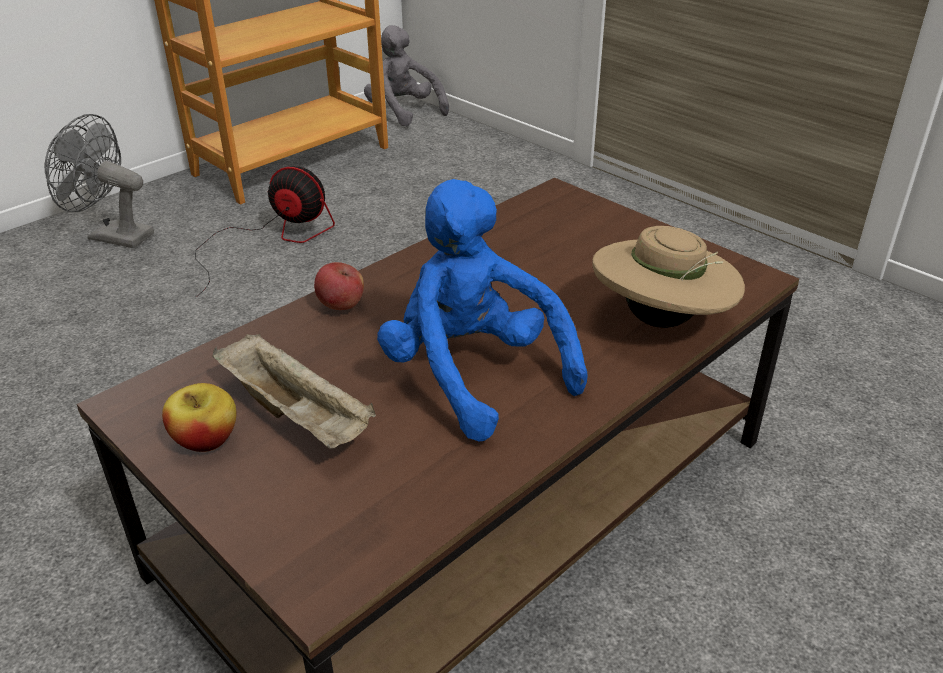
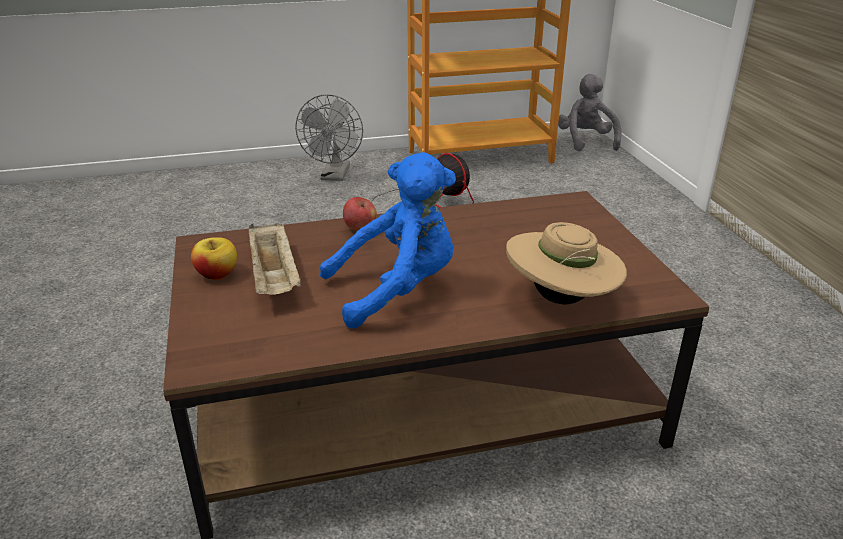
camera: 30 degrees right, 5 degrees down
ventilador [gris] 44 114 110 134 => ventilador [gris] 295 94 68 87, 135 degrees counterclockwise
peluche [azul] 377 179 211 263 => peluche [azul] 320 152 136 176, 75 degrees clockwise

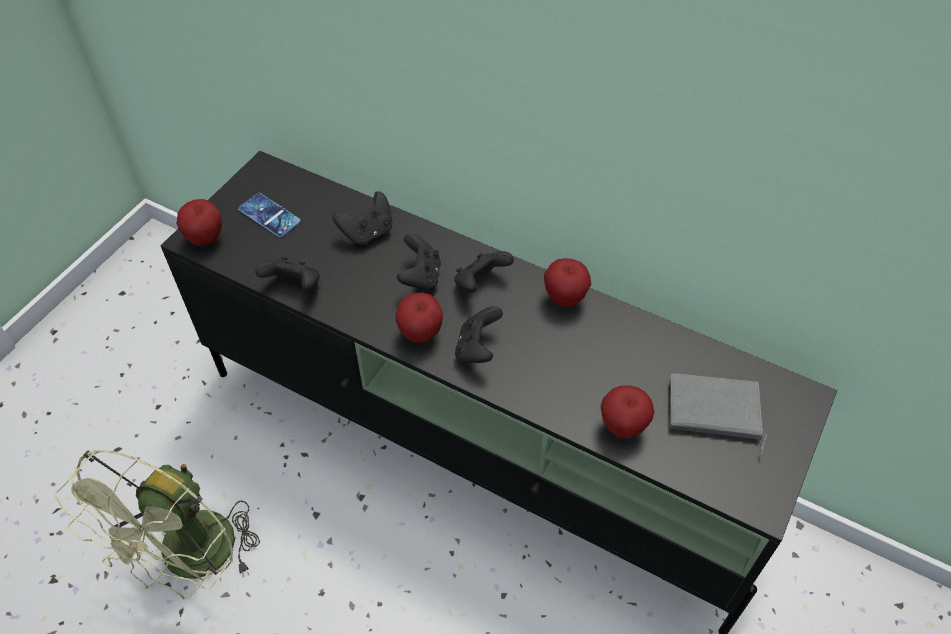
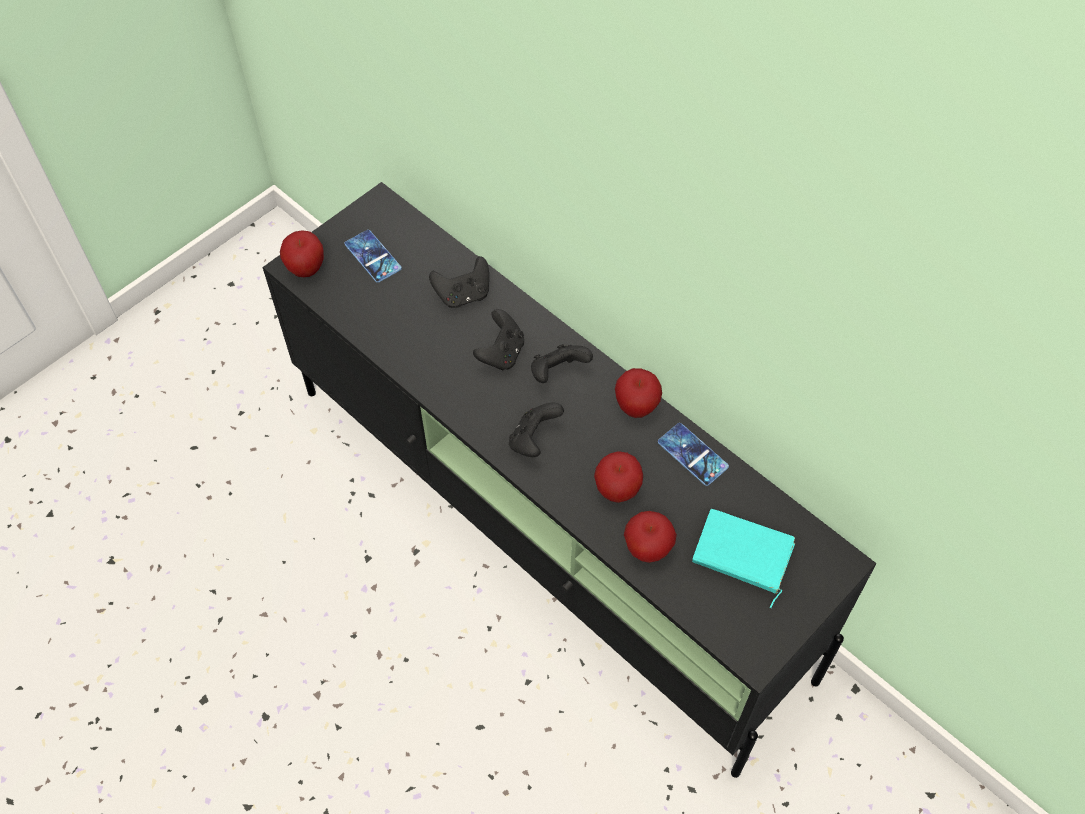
camera: 15 degrees right, 5 degrees up
ventilador [verde] 55 450 205 149 => nothing
mando de consola [negro] 255 257 65 34 => nothing
nothing => móvil 658 423 71 63
manzana 396 293 47 50 => manzana 594 451 49 52, moved
libro [gris] 669 373 98 81 => libro [turquesa] 692 509 103 99

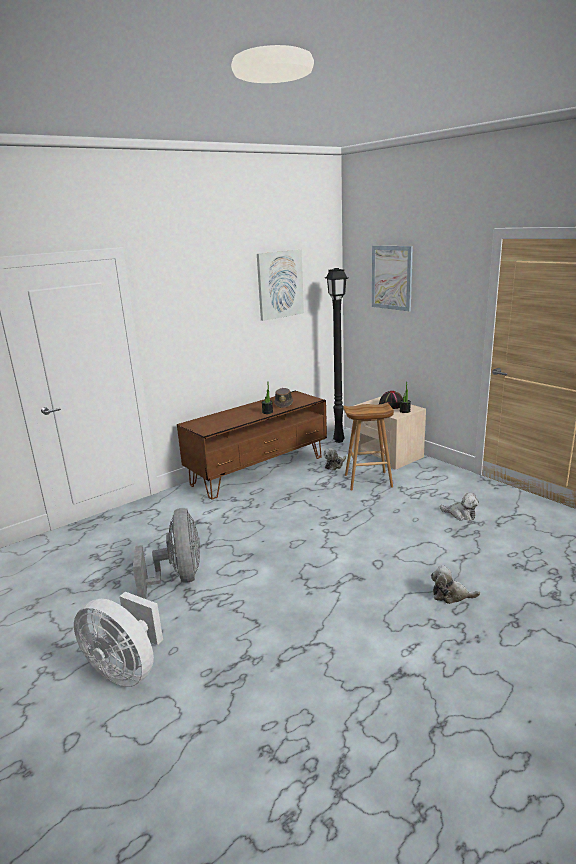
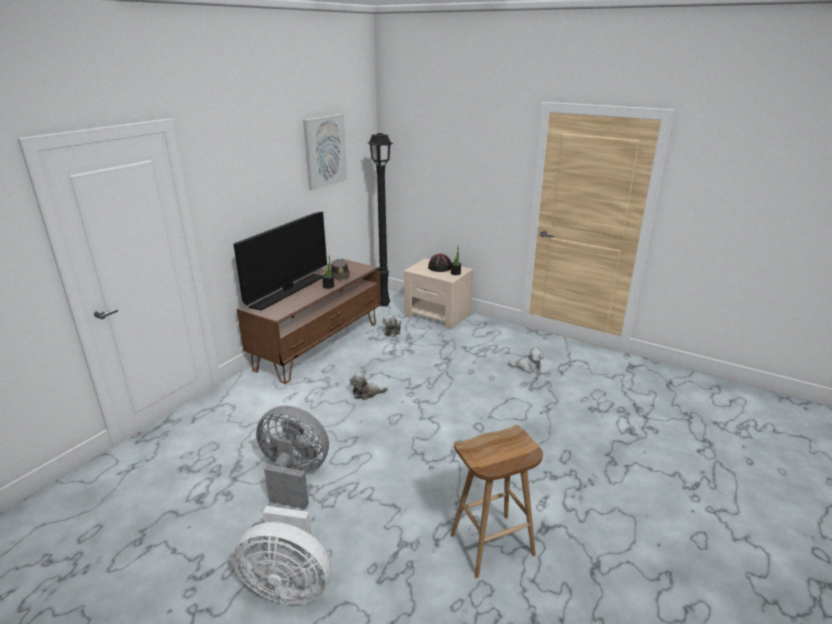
camera: 20 degrees left, 5 degrees up
cuadro 372 246 41 65 => nothing
nothing => televisor 234 212 93 99
taburete [marrón] 343 403 51 87 => taburete [marrón] 451 425 92 153, moved
peluche 431 565 49 39 => peluche 350 372 38 28, moved
ventilador [gris] 133 508 67 91 => ventilador [gris] 256 406 73 103, 45 degrees counterclockwise

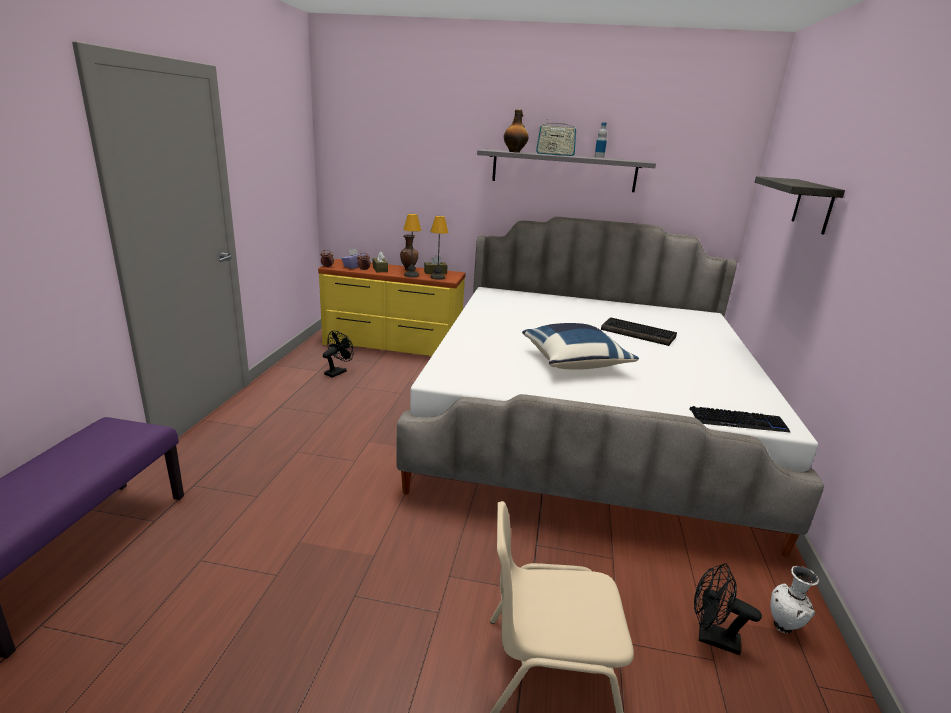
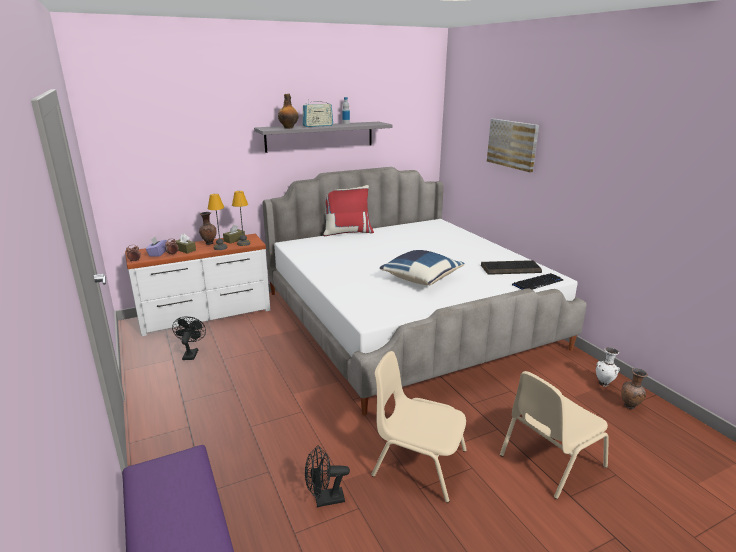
camera: 35 degrees left, 0 degrees up
nothing => cojín [rojo] 323 185 51 52
nothing => silla [beis] 371 351 96 152
nothing => florero [marrón] 621 368 27 41
teclado 601 317 76 29 => teclado 481 260 61 15, moved
ventilador [negro] 694 563 68 92 => ventilador [negro] 305 445 45 62, moved
estante 755 176 90 59 => cuadro 487 119 52 54
cómoda [amarillo] 318 259 148 97 => cómoda [blanco] 125 234 145 102

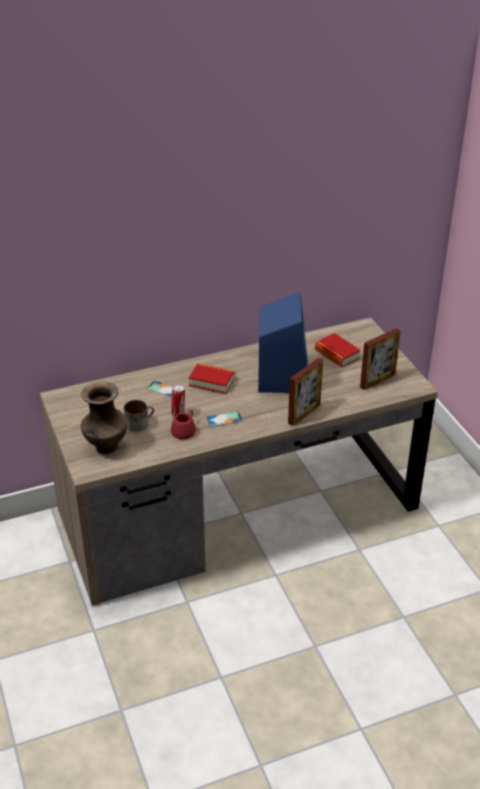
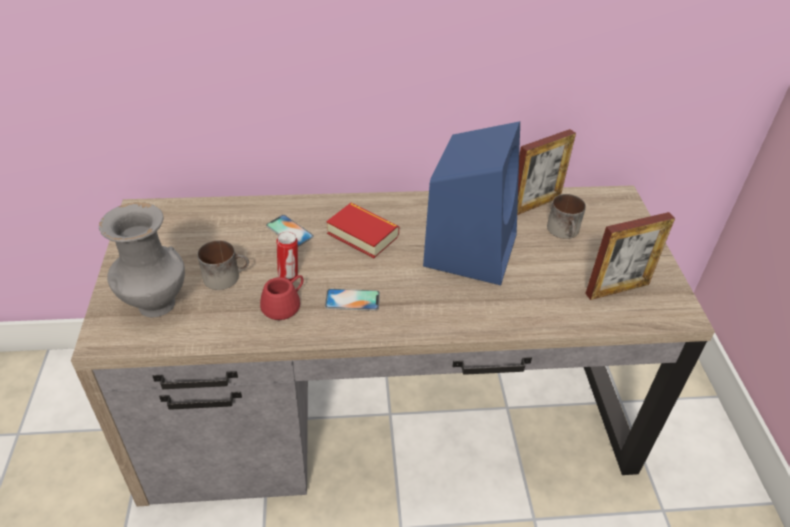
camera: 15 degrees right, 5 degrees up
portarretratos 288 358 35 68 => portarretratos 517 129 59 86, moved
libro 315 333 46 34 => taza grande 547 194 39 45
florero [marrón] 81 381 46 73 => florero [gris] 99 202 86 115

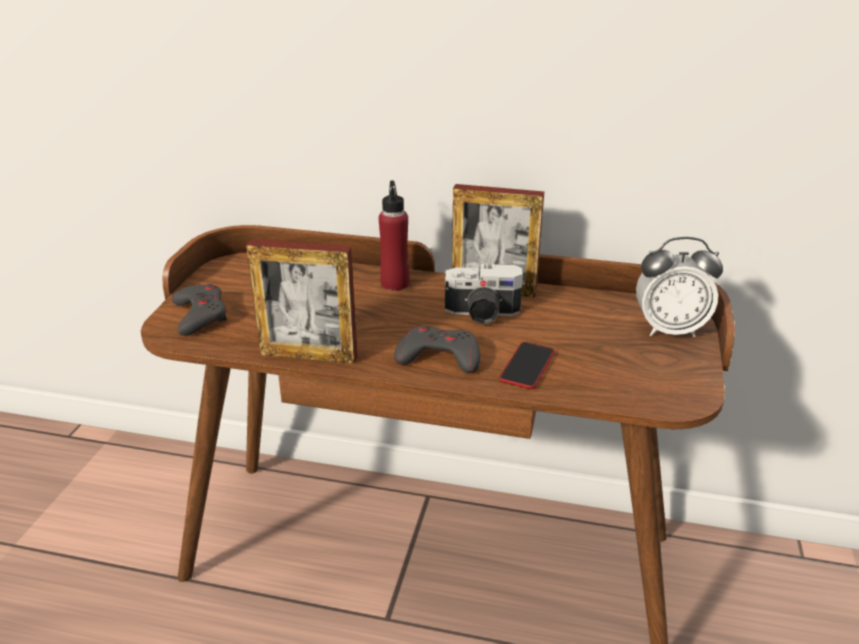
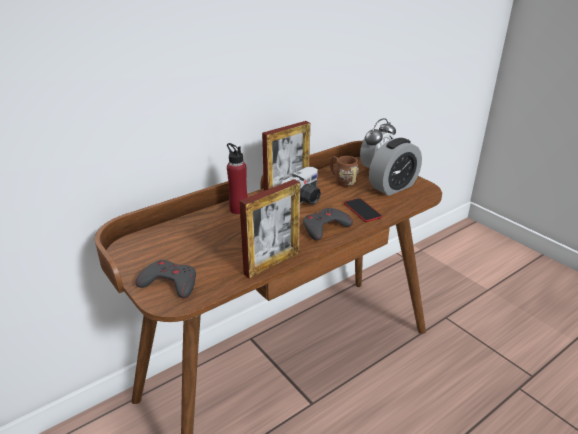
camera: 50 degrees left, 0 degrees up
nothing => taza grande [marrón] 330 156 29 31
nothing => despertador 369 138 53 58

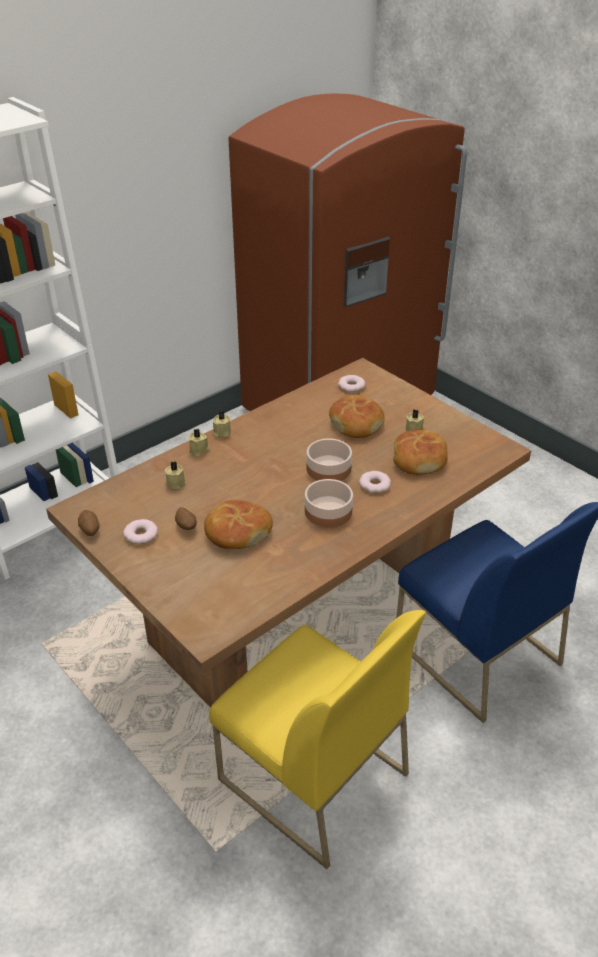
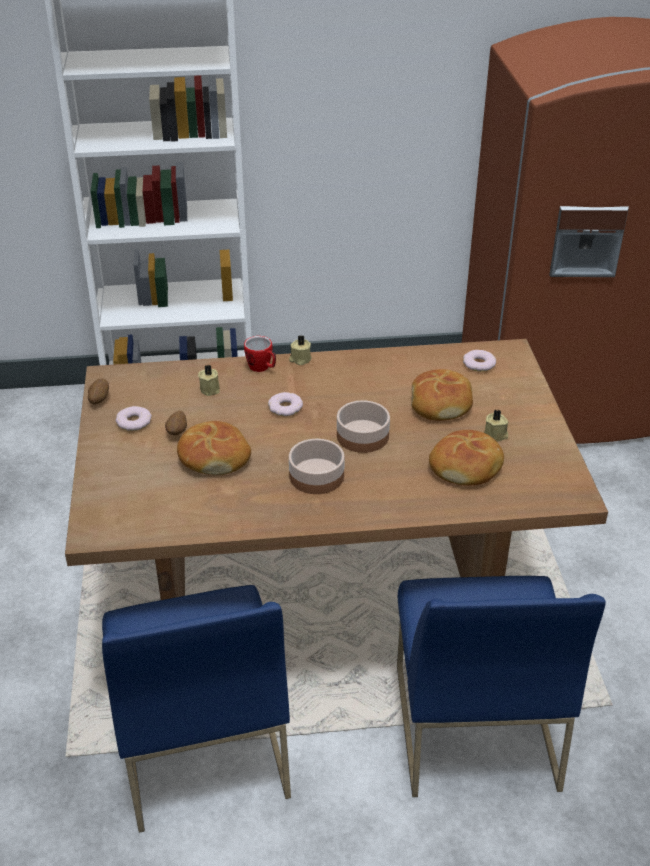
camera: 35 degrees right, 0 degrees up
rosquilla 359 471 32 22 => rosquilla 268 392 35 24, moved
vela [beis] 189 428 21 28 => taza grande 244 336 32 36
silla [amarillo] 209 610 217 259 => silla [azul] 102 585 189 248

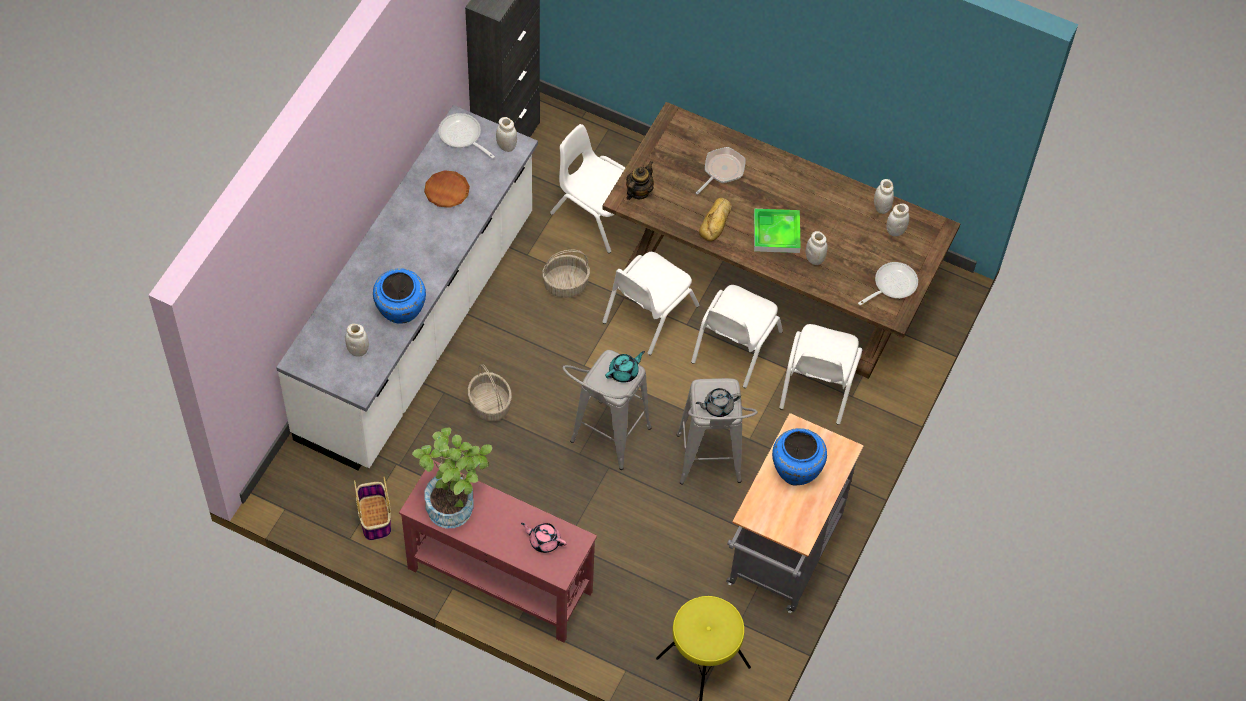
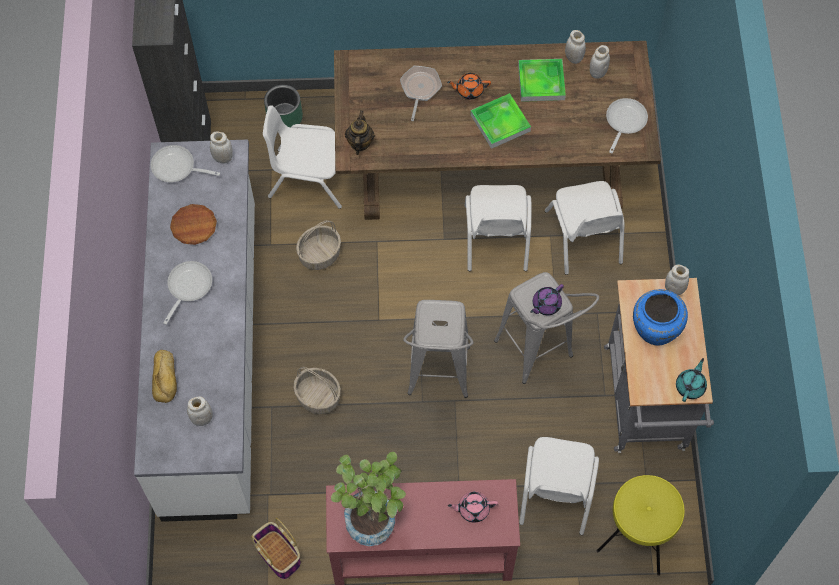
camera: 25 degrees left, 5 degrees up
florero [azul] 373 268 53 56 => nothing
nothing => sartén 163 261 49 63
nothing => maceta [verde] 264 85 39 43
nothing => tetera [naranja] 447 73 44 26
nothing => bandeja 518 59 48 43
silla [blanco] 602 252 97 103 => silla [blanco] 519 437 80 98, moved
tetera [turquesa] 605 351 40 32 => tetera [turquesa] 676 358 31 44, moved
pan 699 198 33 43 => pan 152 350 25 53, moved
tarro [blanco] 806 231 22 34 => tarro [blanco] 665 265 24 30, moved
tetera [gris] 696 388 45 29 => tetera [morado] 530 284 34 31

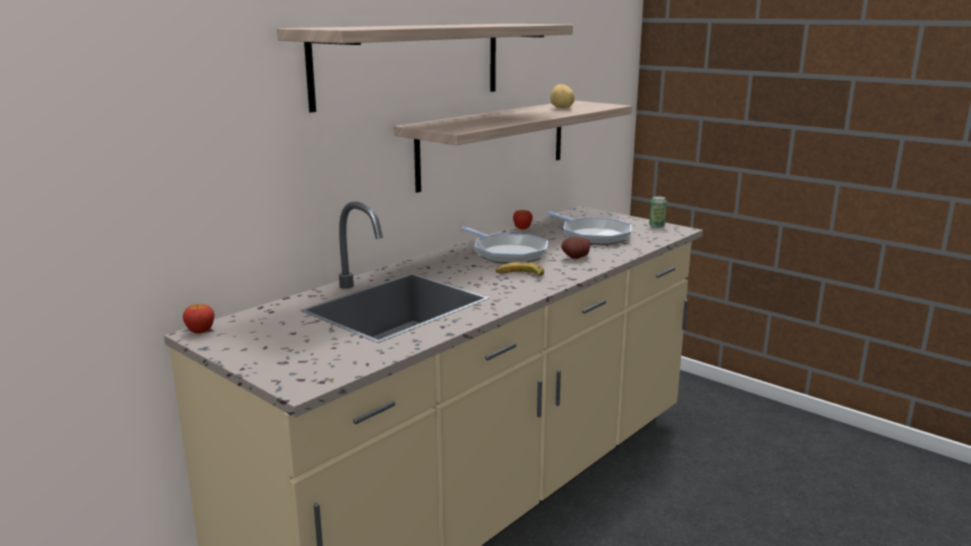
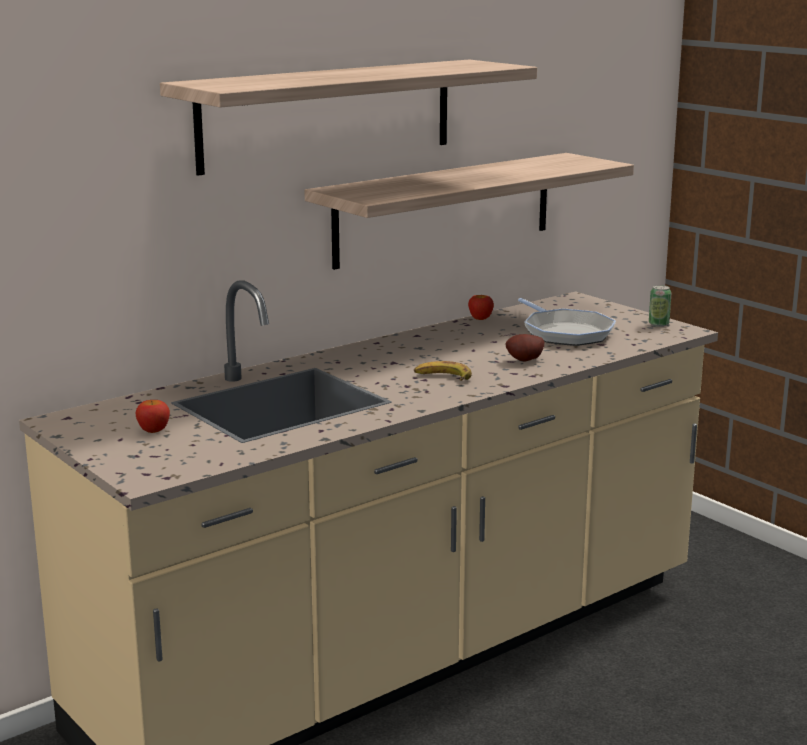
camera: 10 degrees right, 0 degrees up
sartén 462 226 86 38 => nothing
patata 550 84 25 25 => nothing
manzana 183 304 31 30 => manzana 136 400 34 33, moved

